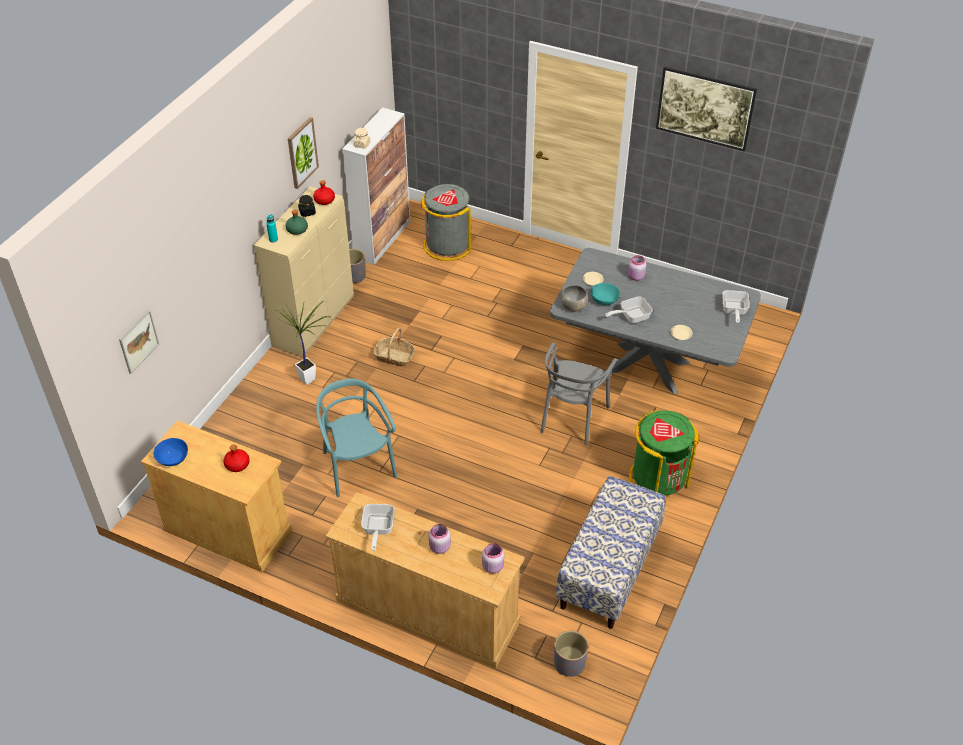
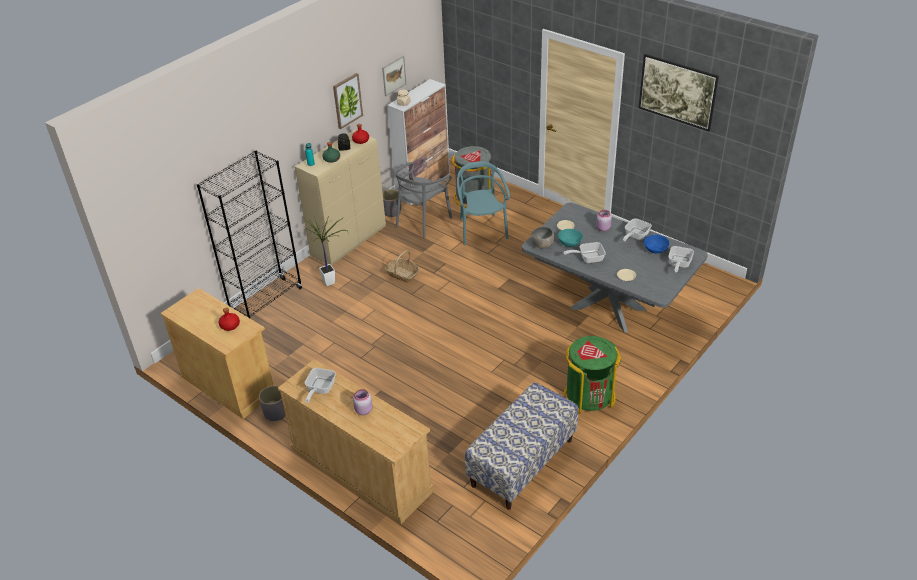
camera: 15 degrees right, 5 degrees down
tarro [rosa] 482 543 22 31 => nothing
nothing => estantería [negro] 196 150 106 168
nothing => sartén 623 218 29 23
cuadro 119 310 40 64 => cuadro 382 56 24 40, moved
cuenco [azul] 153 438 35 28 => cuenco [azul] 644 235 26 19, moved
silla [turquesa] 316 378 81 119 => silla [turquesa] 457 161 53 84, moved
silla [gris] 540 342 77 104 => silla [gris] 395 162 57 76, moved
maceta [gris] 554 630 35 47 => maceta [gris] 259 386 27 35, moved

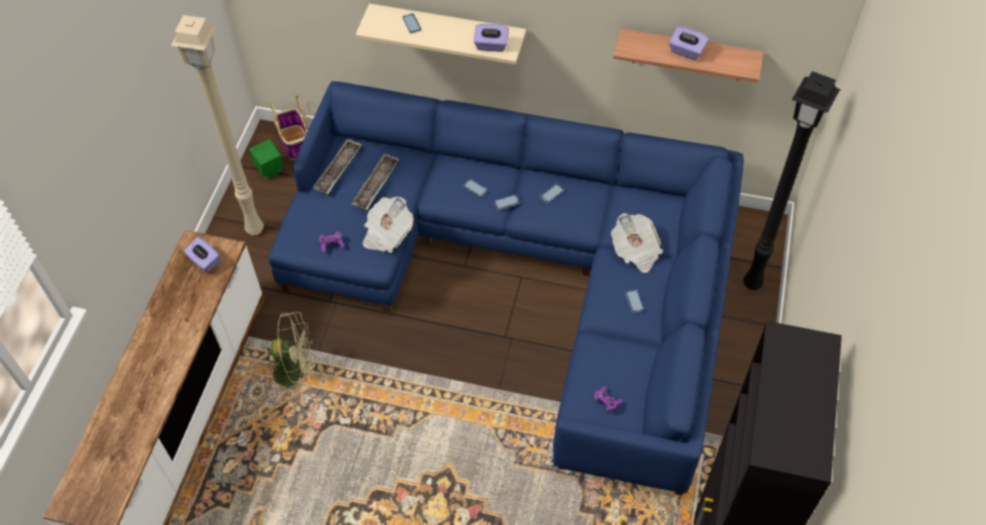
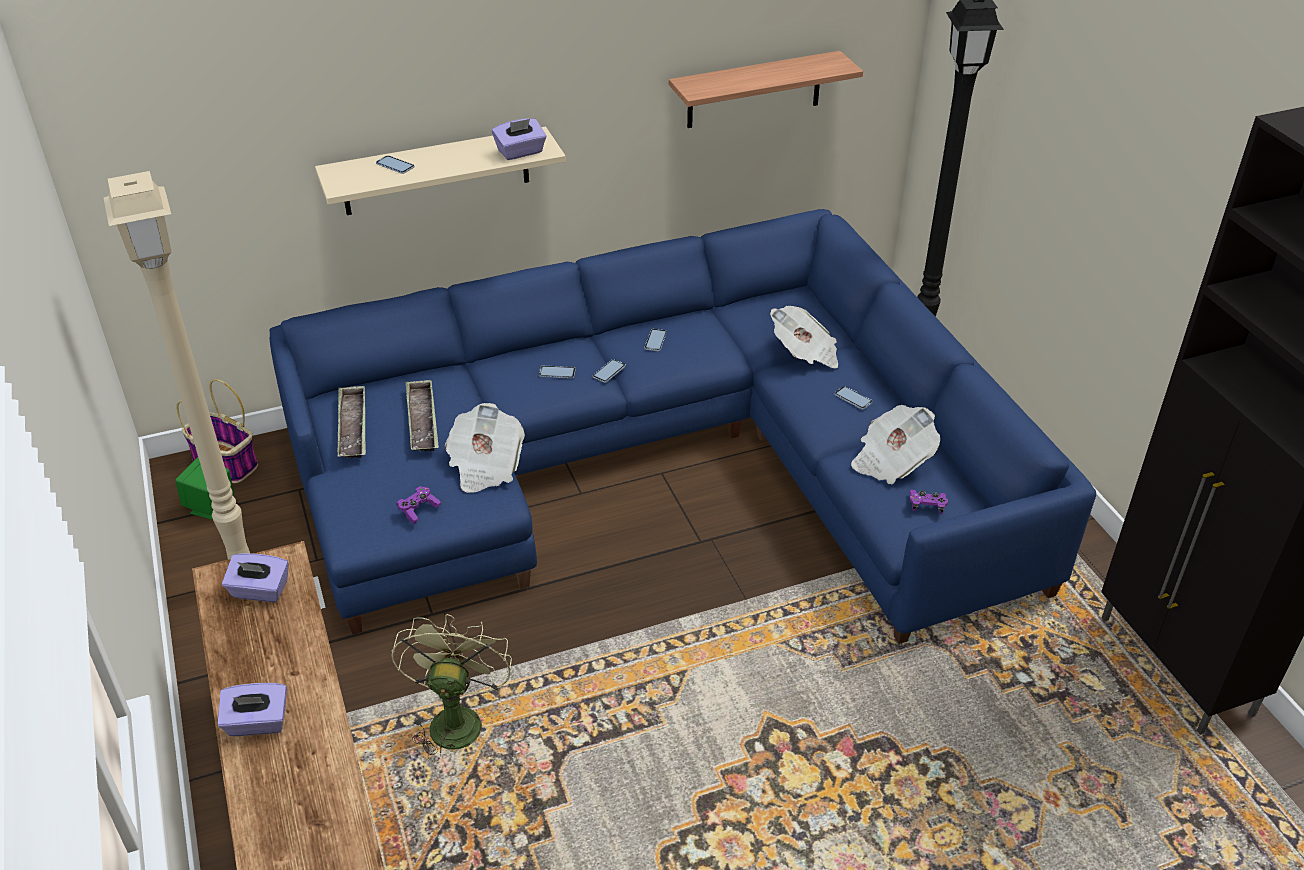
camera: 35 degrees left, 15 degrees down
nothing => periódico 851 405 89 79
caja de pañuelos [morado] 669 27 40 33 => caja de pañuelos [morado] 218 683 69 53, moved
ventilador [verde] 266 312 49 83 => ventilador [verde] 391 614 121 148, 45 degrees counterclockwise

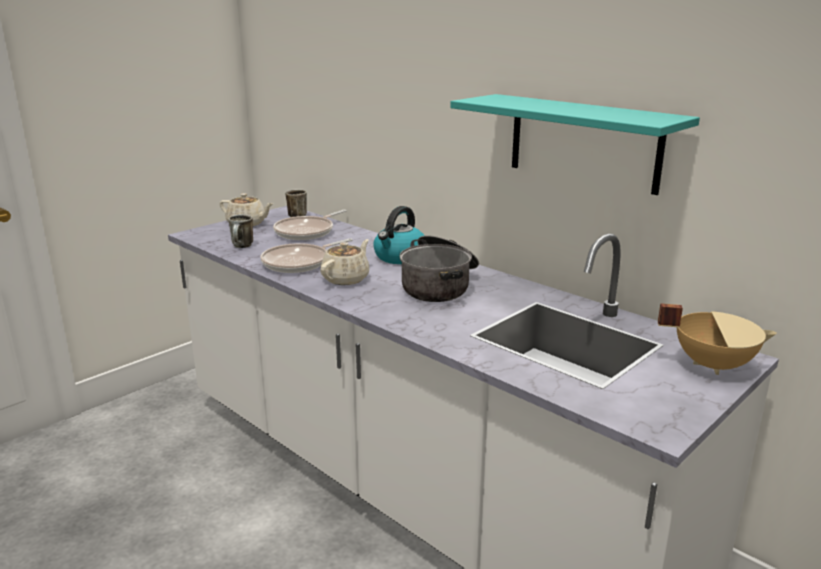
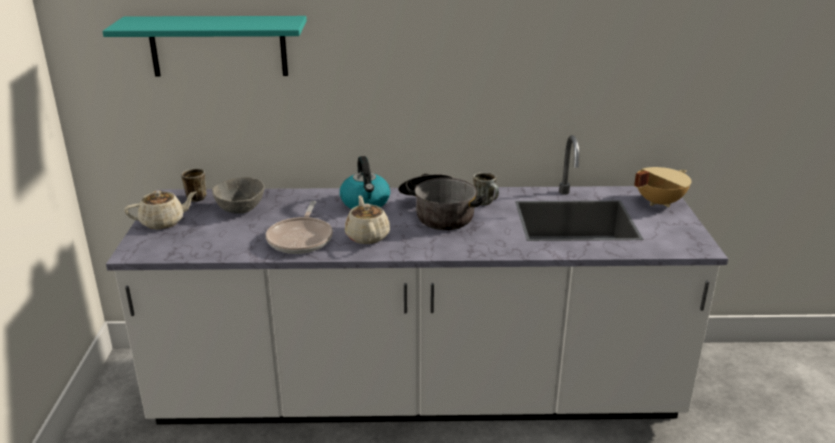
camera: 45 degrees left, 5 degrees up
taza grande 228 214 25 34 => taza grande 473 172 26 33, moved
estante [turquesa] 450 94 250 101 => estante [turquesa] 102 16 205 61, moved
sartén 273 210 74 30 => cuenco [gris] 212 177 53 37

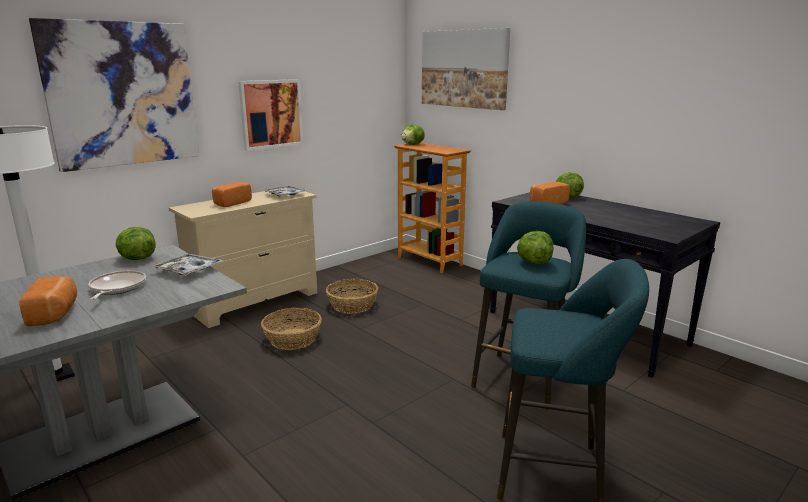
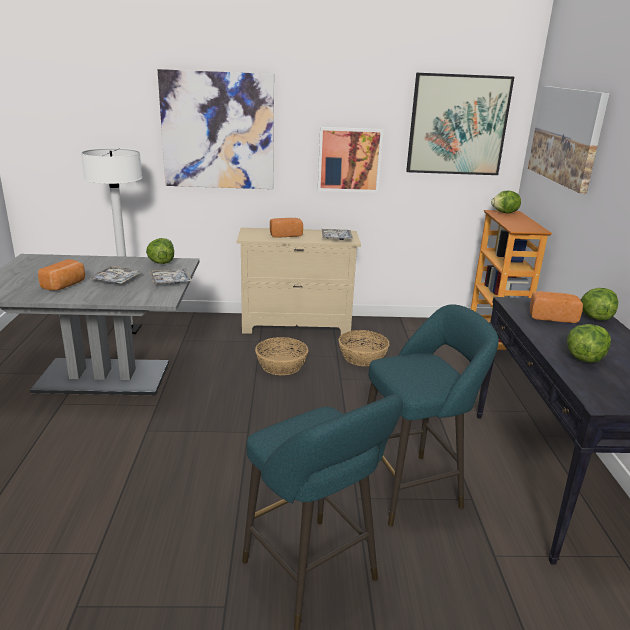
camera: 40 degrees right, 5 degrees up
nothing => cuadro 406 73 108 102
lechuga 517 231 36 33 => lechuga 567 324 44 39, moved
sartén 88 270 58 30 => bandeja 88 266 54 18

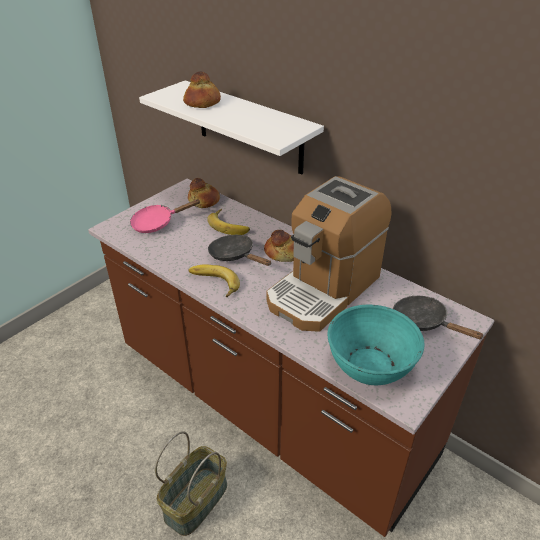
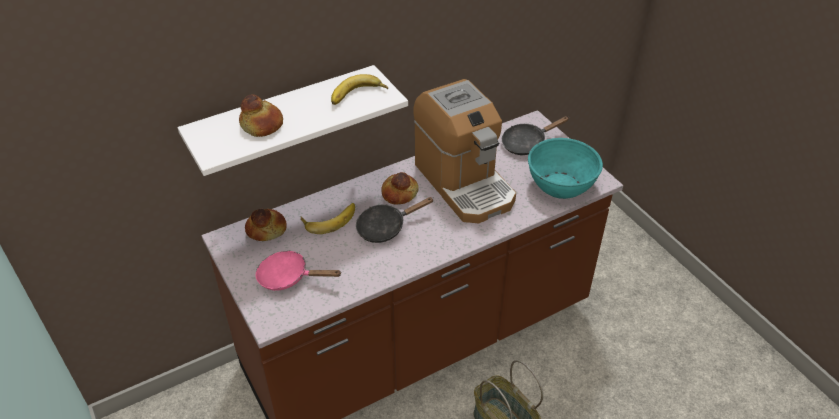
camera: 70 degrees left, 5 degrees up
plátano 189 264 51 33 => plátano 331 74 57 31, moved
sartén [rosa] 130 199 70 34 => sartén [rosa] 256 250 86 41, 105 degrees clockwise

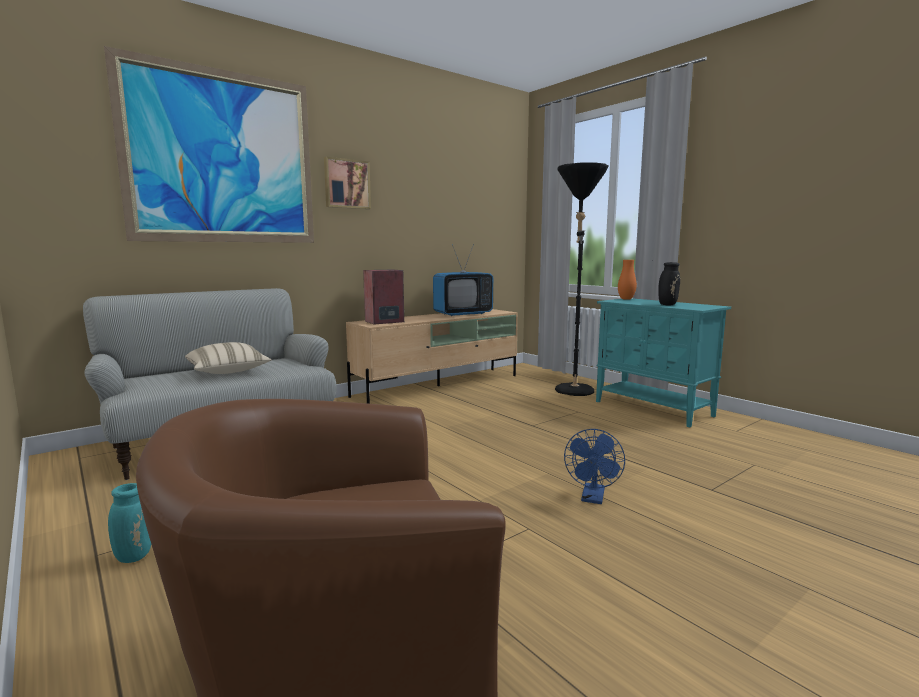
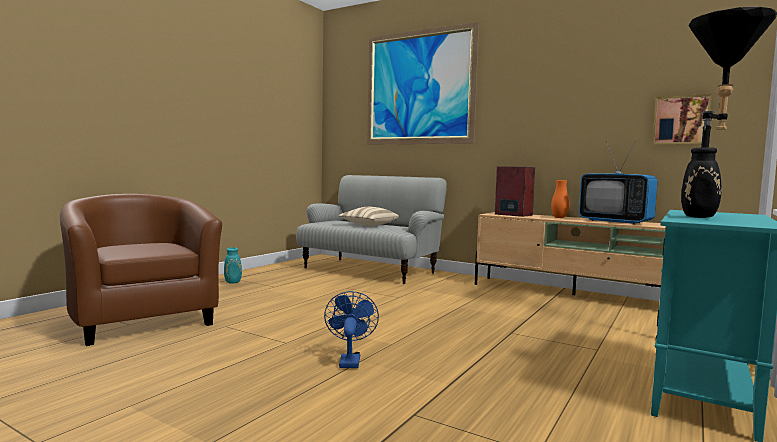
camera: 70 degrees right, 5 degrees down
cuadro 324 156 47 53 => cuadro 652 94 60 51, moved
florero [naranja] 618 260 19 40 => florero [naranja] 551 180 18 38, moved
ventilador [azul] 564 429 61 75 => ventilador [azul] 324 291 55 77, 90 degrees clockwise

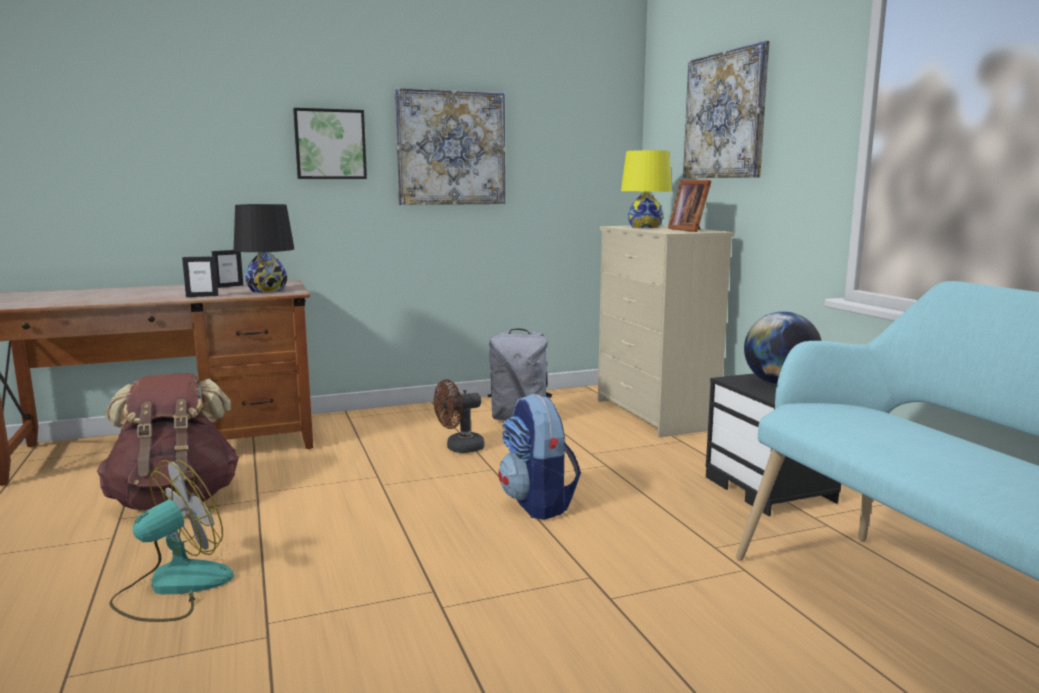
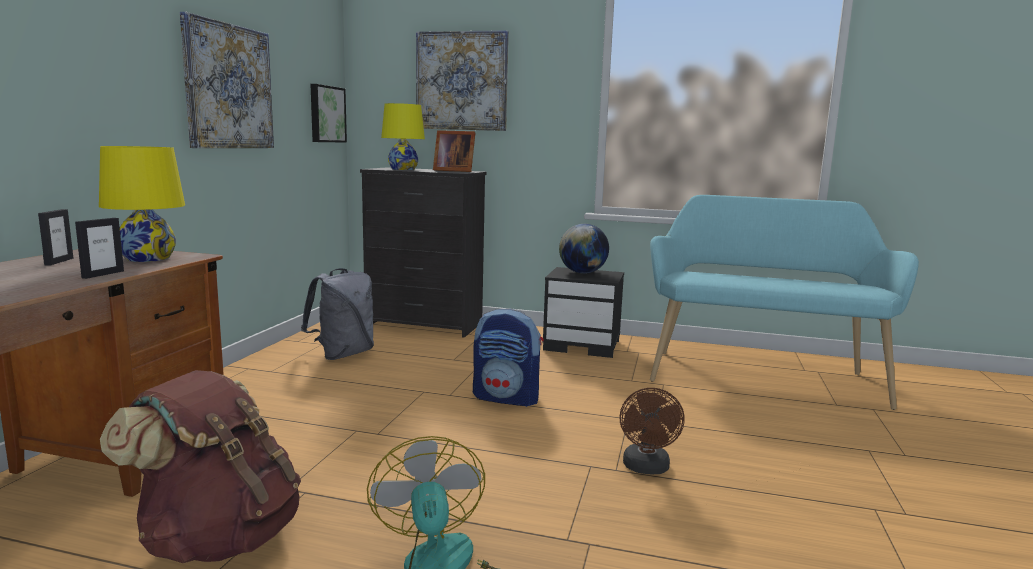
camera: 55 degrees left, 0 degrees up
cuadro 293 108 74 71 => cuadro 310 84 37 59, moved
ventilador [marrón] 434 379 50 74 => ventilador [marrón] 620 388 65 86, moved
lámpara de mesa [negro] 234 204 60 89 => lámpara de mesa [amarillo] 99 146 86 116
cómoda [beis] 598 225 136 213 => cómoda [negro] 360 167 127 171

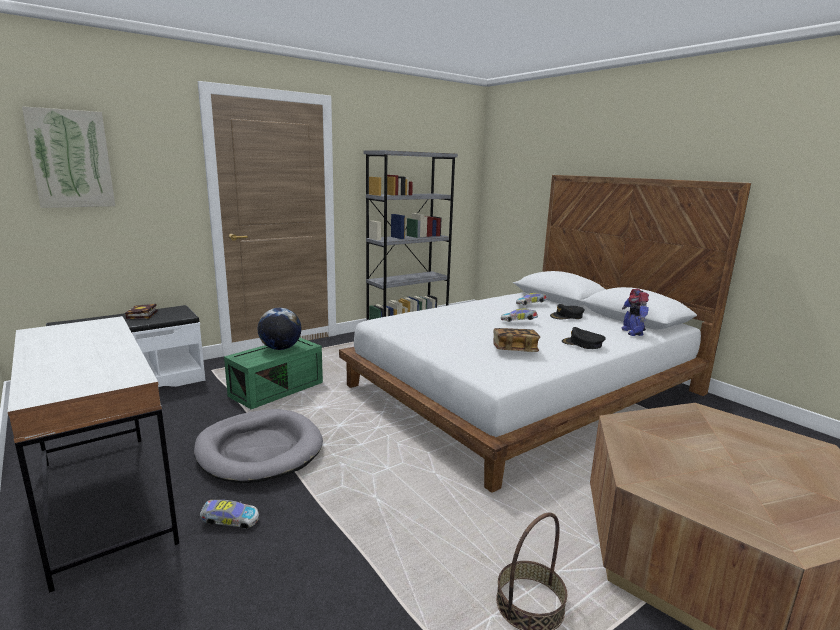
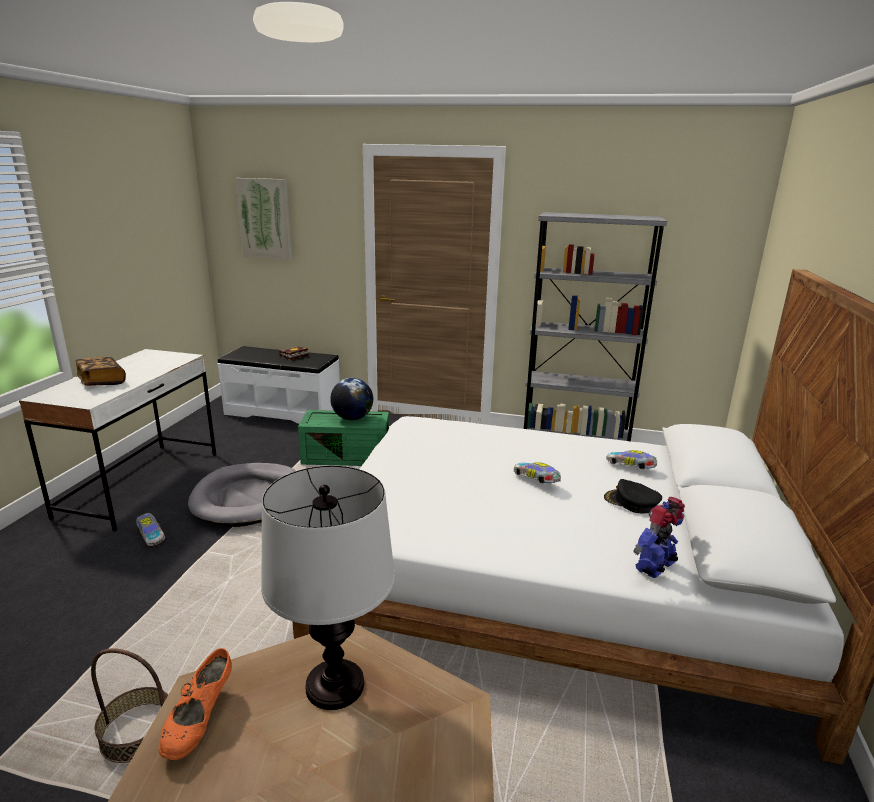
camera: 50 degrees right, 5 degrees up
gorra [negro] 562 327 44 22 => nothing
nothing => zapato [naranja] 158 648 74 112
nothing => lámpara de mesa 261 466 134 244
libro 493 328 47 24 => libro 76 357 50 29, moved

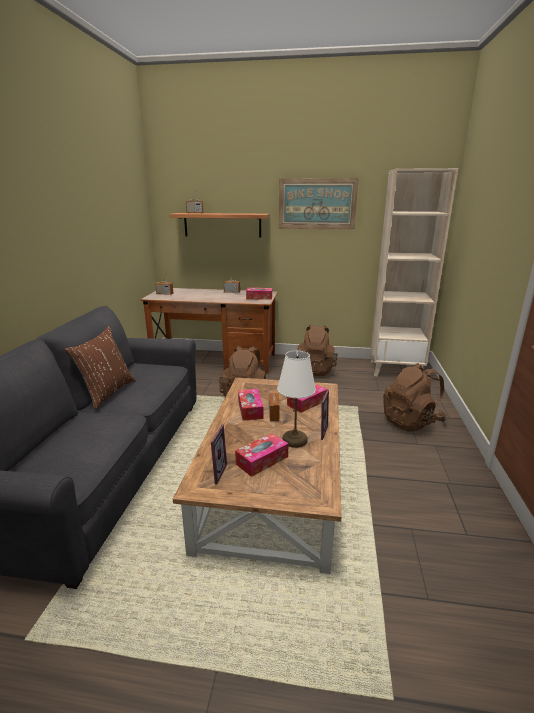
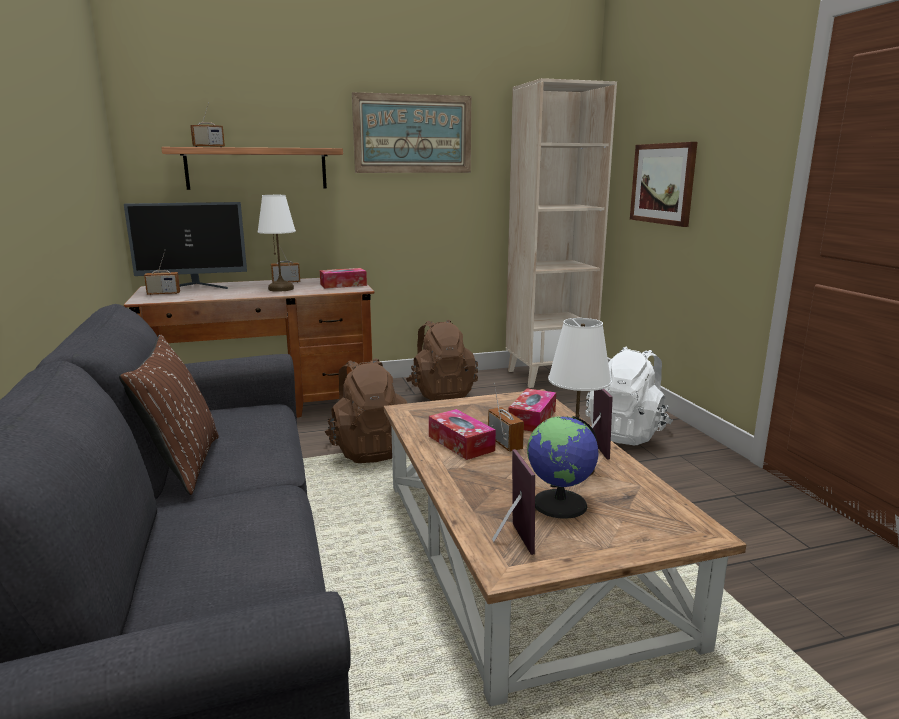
camera: 25 degrees left, 5 degrees down
nothing => monitor 124 202 123 87
nothing => lámpara de mesa [blanco] 257 195 39 97
nothing => cuadro 630 142 68 85
caja de pañuelos 235 433 54 44 => globo terráqueo 527 416 71 103
mochila [marrón] 383 363 64 68 => mochila [blanco] 586 347 87 99

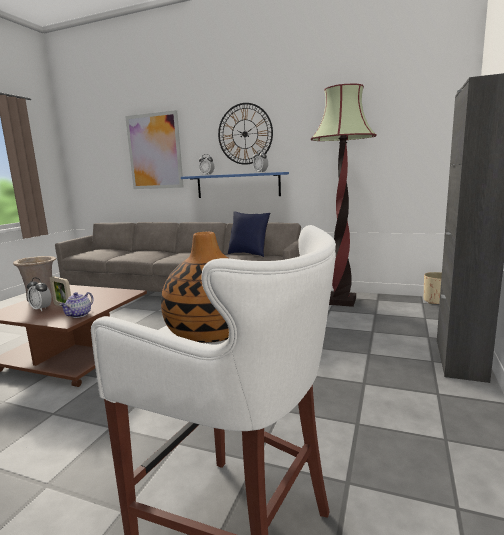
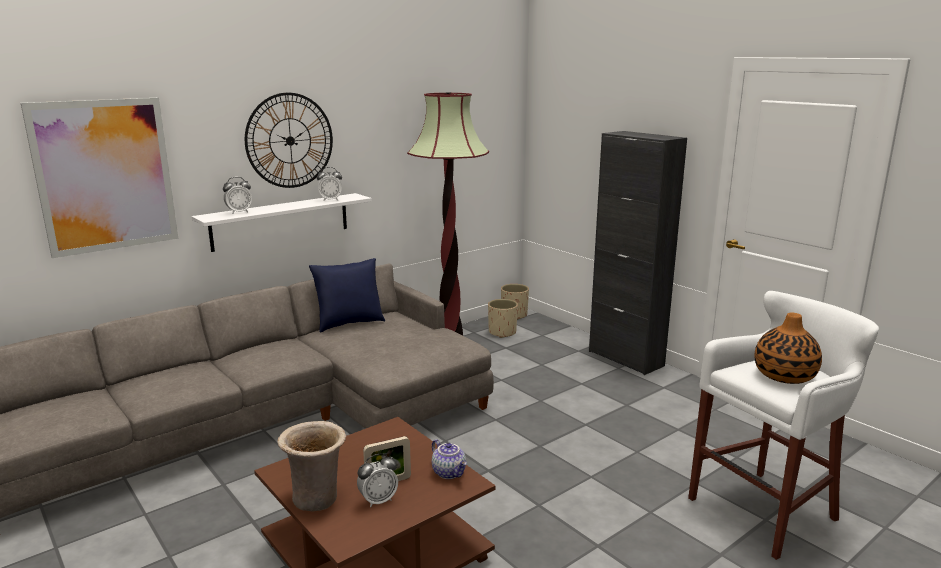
camera: 60 degrees left, 5 degrees up
nothing => maceta [beis] 488 299 30 39
estante [azul] 181 172 108 26 => estante [blanco] 192 193 180 59

